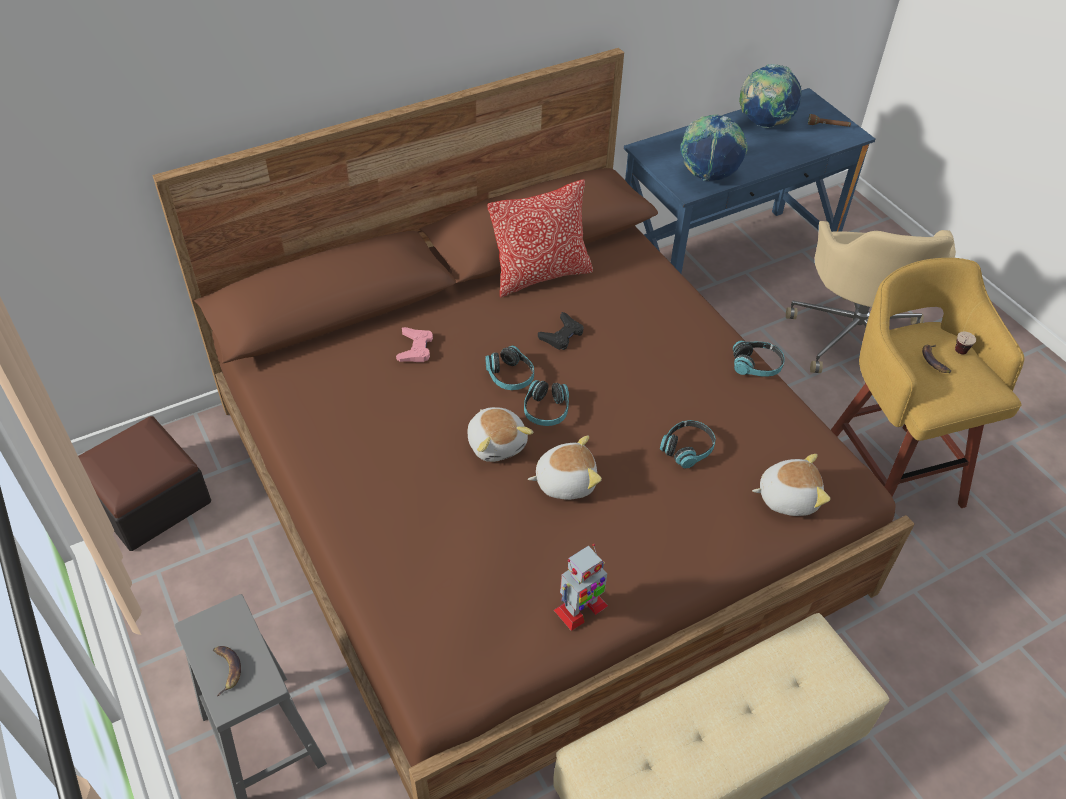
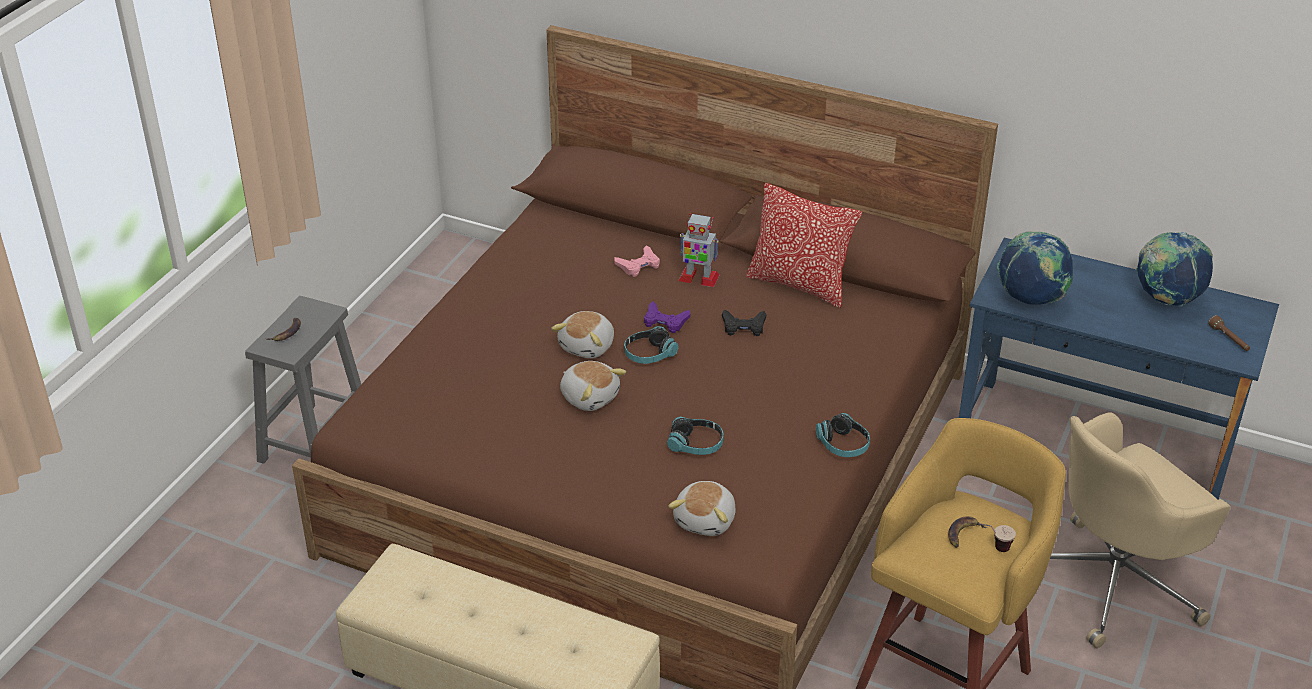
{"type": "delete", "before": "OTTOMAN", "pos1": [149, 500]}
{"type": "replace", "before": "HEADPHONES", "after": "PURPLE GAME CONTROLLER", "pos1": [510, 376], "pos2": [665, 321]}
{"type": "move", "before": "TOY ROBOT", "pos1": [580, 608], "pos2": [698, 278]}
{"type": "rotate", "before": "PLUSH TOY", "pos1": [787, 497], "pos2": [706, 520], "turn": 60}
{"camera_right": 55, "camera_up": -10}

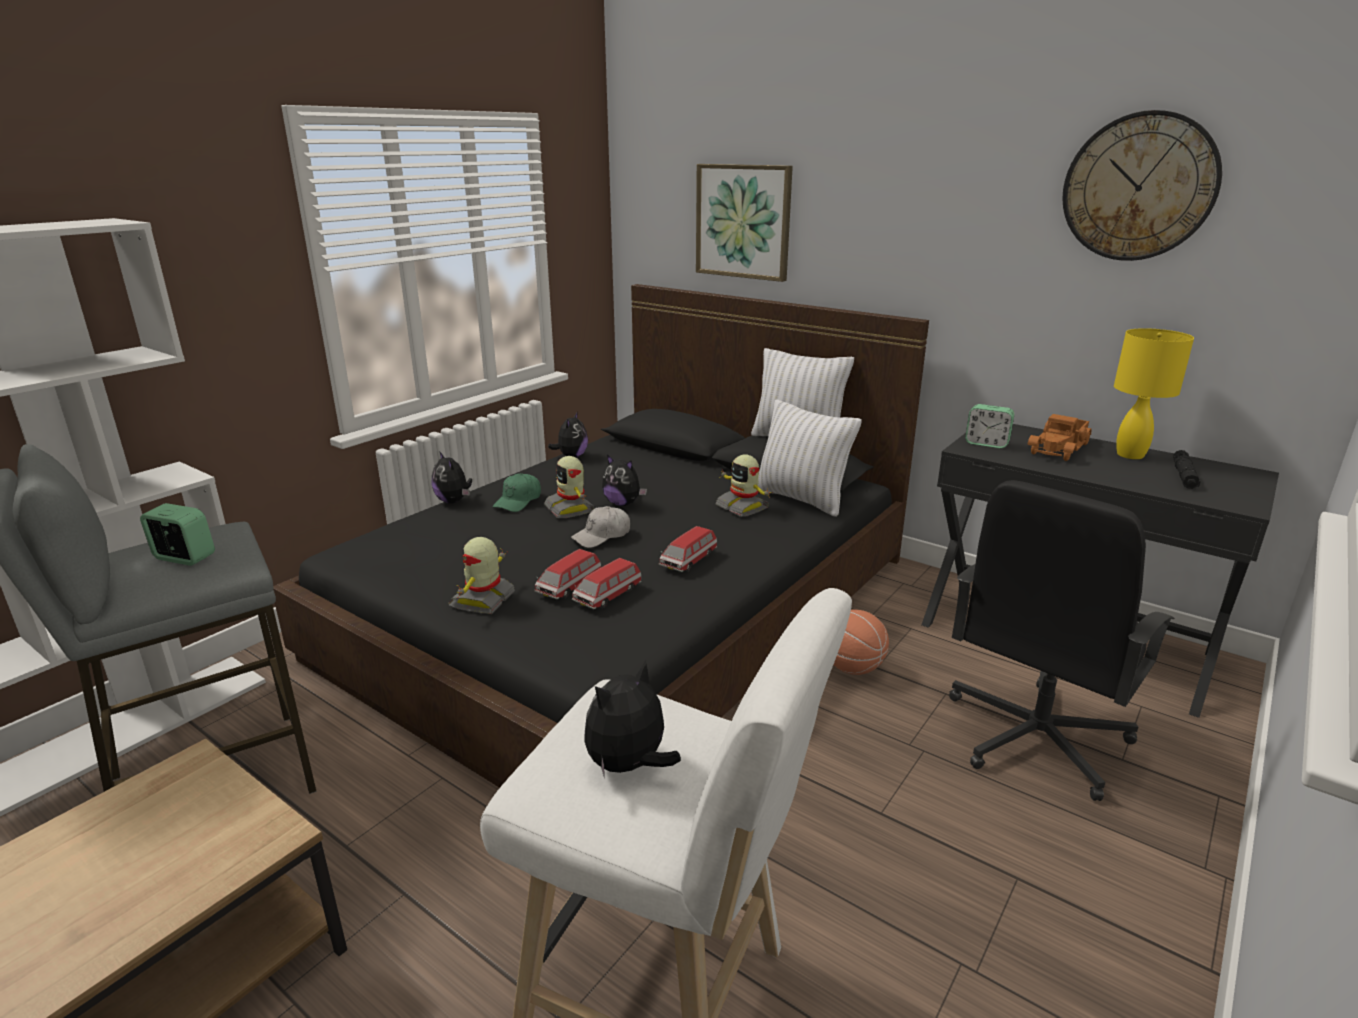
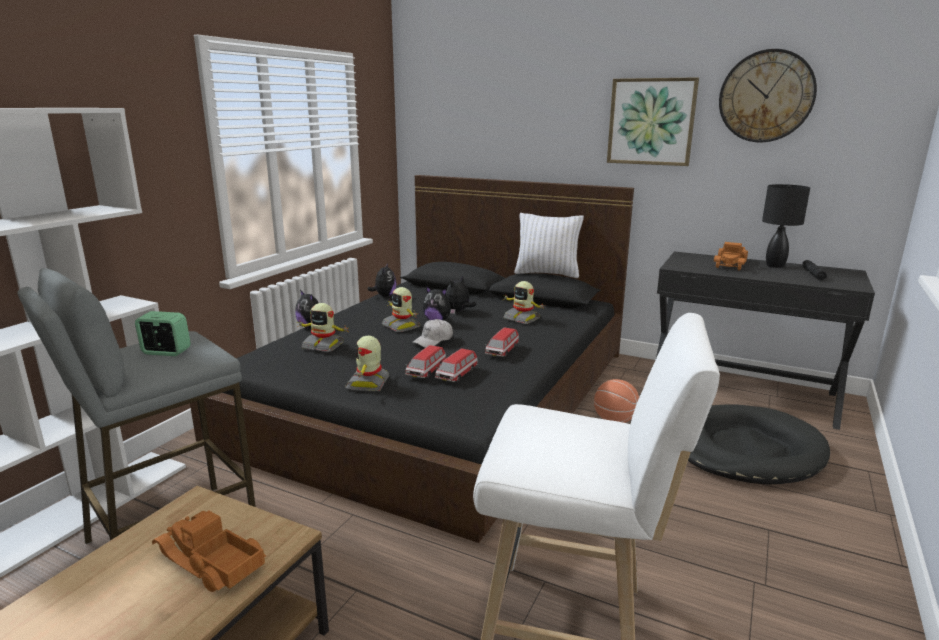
{"type": "delete", "before": "GREEN CAP", "pos1": [518, 501]}
{"type": "move", "before": "PLUSH TOY", "pos1": [629, 766], "pos2": [458, 311]}
{"type": "move", "before": "PICTURE", "pos1": [743, 221], "pos2": [651, 122]}
{"type": "delete", "before": "WHITE PILLOW", "pos1": [801, 499]}
{"type": "replace", "before": "BLACK OFFICE CHAIR", "after": "BLACK DOG BED", "pos1": [1034, 737], "pos2": [746, 450]}
{"type": "delete", "before": "ALARM CLOCK", "pos1": [986, 443]}
{"type": "recolor", "before": "YELLOW TABLE LAMP", "after": "BLACK TABLE LAMP", "pos1": [1130, 455], "pos2": [775, 266]}
{"type": "insert", "after": "TOY TRUCK", "pos2": [210, 562]}
{"type": "insert", "after": "TOY ROBOT", "pos2": [323, 346]}
{"camera_right": -10, "camera_up": -5}

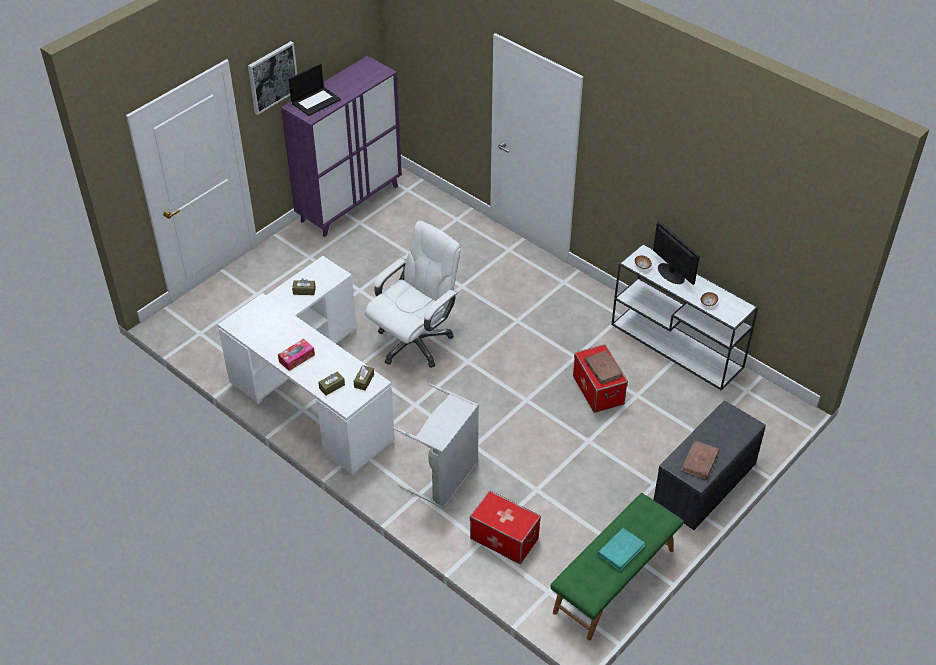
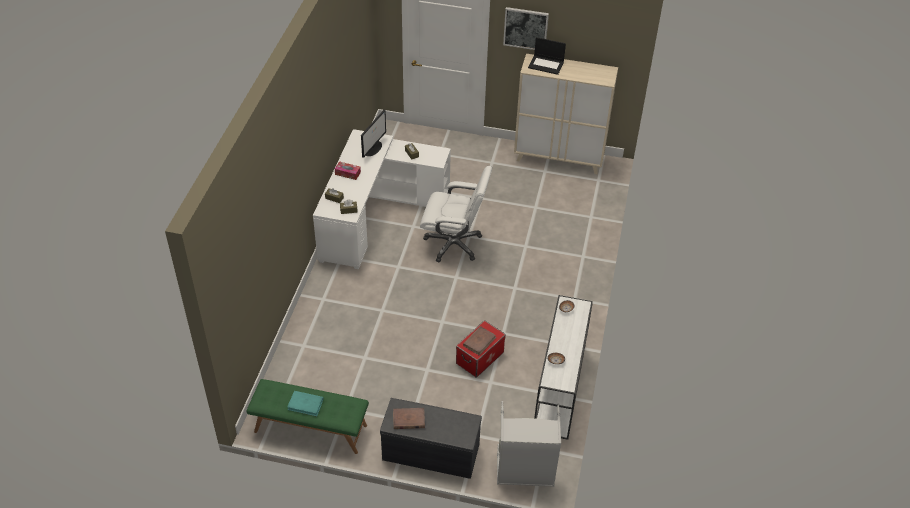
{"type": "recolor", "before": "PURPLE CABINET", "after": "BEIGE CABINET", "pos1": [350, 203], "pos2": [559, 159]}
{"type": "move", "before": "GREY LAUNDRY BASKET", "pos1": [445, 478], "pos2": [525, 472]}
{"type": "delete", "before": "STORAGE BOX", "pos1": [504, 538]}
{"type": "move", "before": "MONITOR", "pos1": [670, 273], "pos2": [373, 148]}
{"camera_right": 60, "camera_up": 0}

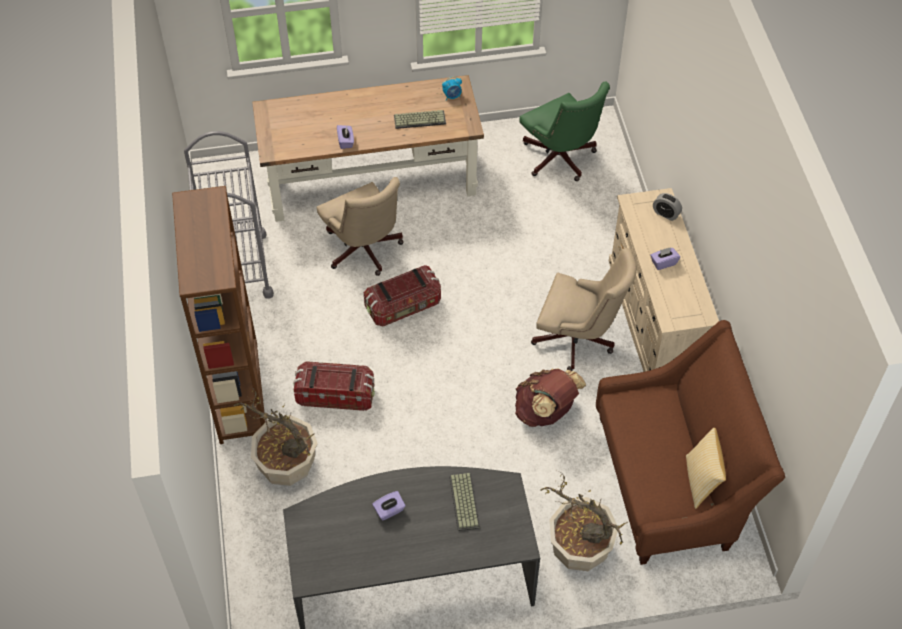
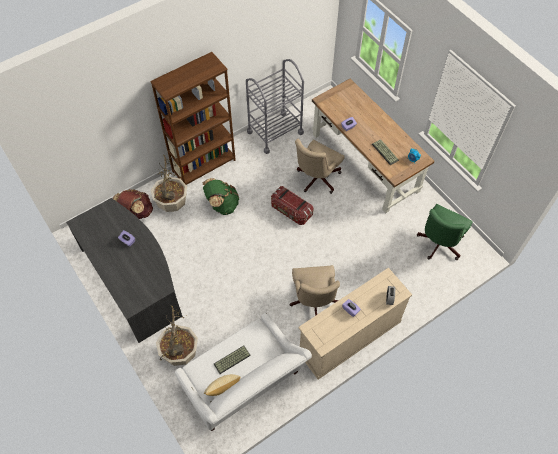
{"type": "replace", "before": "STORAGE BOX", "after": "GREEN BACKPACK", "pos1": [335, 395], "pos2": [222, 205]}
{"type": "move", "before": "KEYBOARD", "pos1": [465, 502], "pos2": [232, 360]}
{"type": "move", "before": "BROWN BACKPACK", "pos1": [545, 412], "pos2": [136, 212]}
{"type": "recolor", "before": "BROWN SOFA", "after": "WHITE SOFA", "pos1": [672, 480], "pos2": [244, 385]}
{"camera_right": 65, "camera_up": 5}

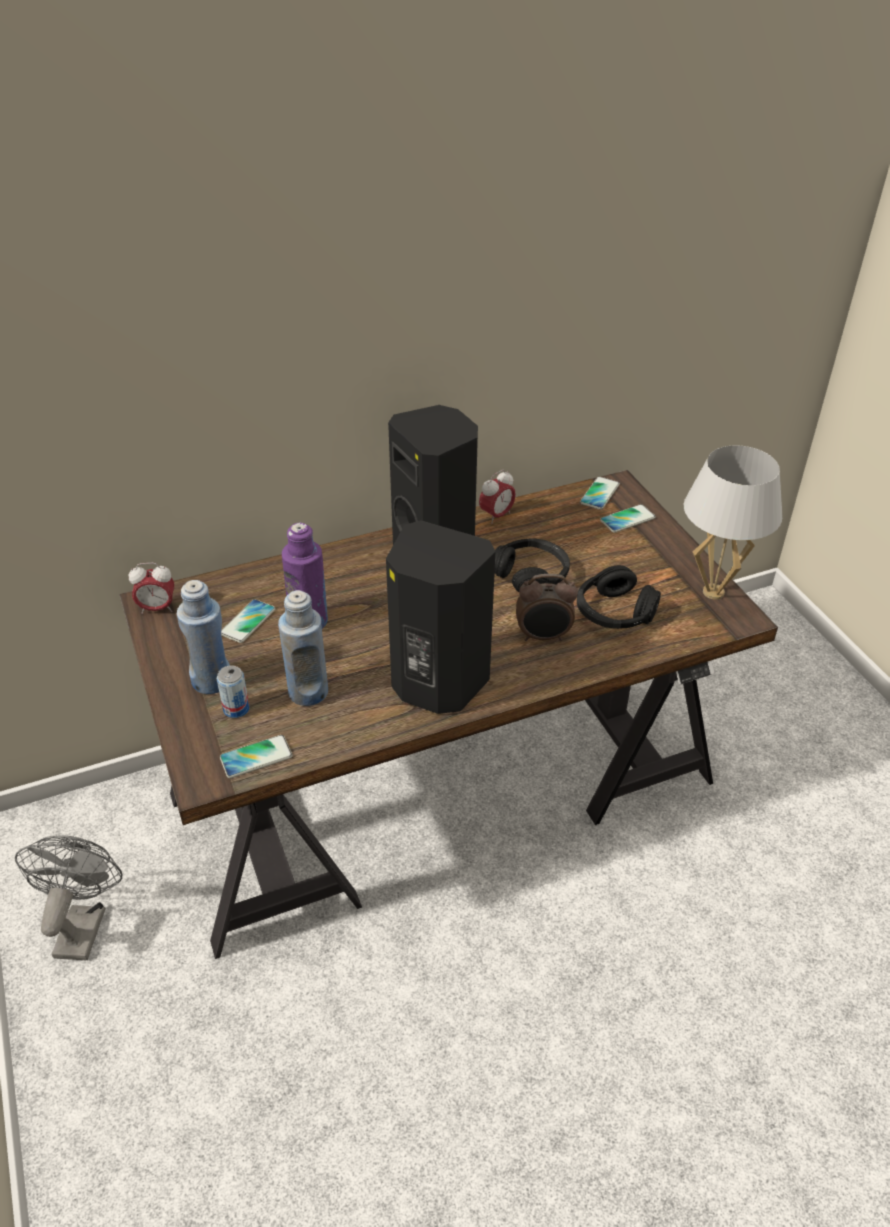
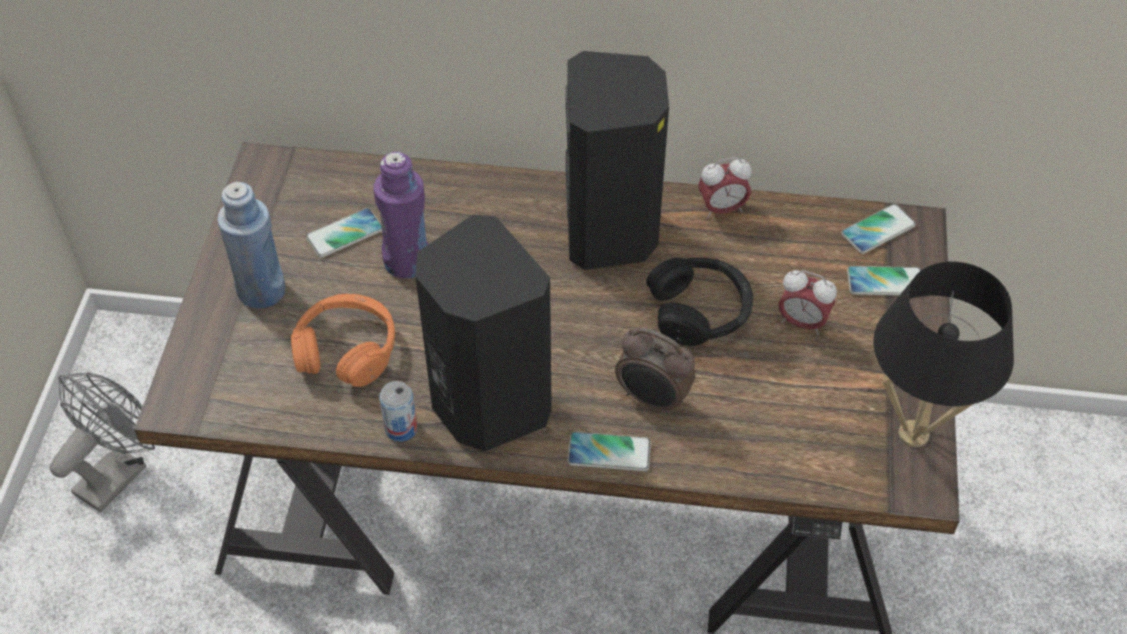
{"type": "move", "before": "ALARM CLOCK", "pos1": [157, 608], "pos2": [802, 322]}
{"type": "move", "before": "CAN", "pos1": [236, 709], "pos2": [401, 428]}
{"type": "move", "before": "PHONE", "pos1": [256, 757], "pos2": [609, 452]}
{"type": "replace", "before": "BLUE BOTTLE", "after": "ORANGE HEADPHONES", "pos1": [308, 691], "pos2": [347, 350]}
{"type": "delete", "before": "BLACK HEADPHONES", "pos1": [614, 612]}
{"type": "recolor", "before": "WHITE TABLE LAMP", "after": "BLACK TABLE LAMP", "pos1": [713, 592], "pos2": [913, 434]}
{"camera_right": 30, "camera_up": 10}

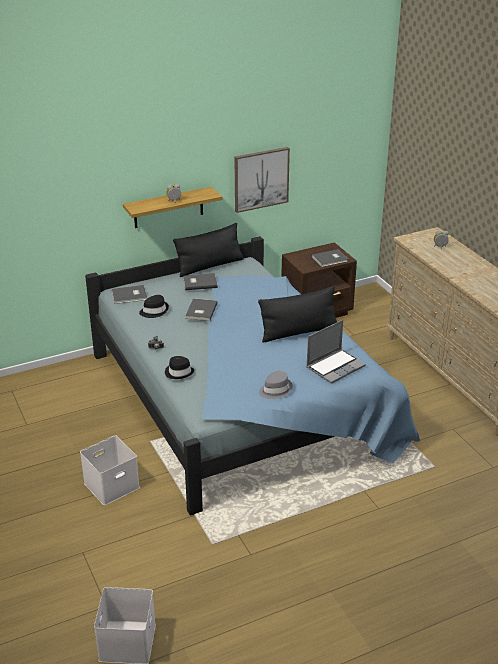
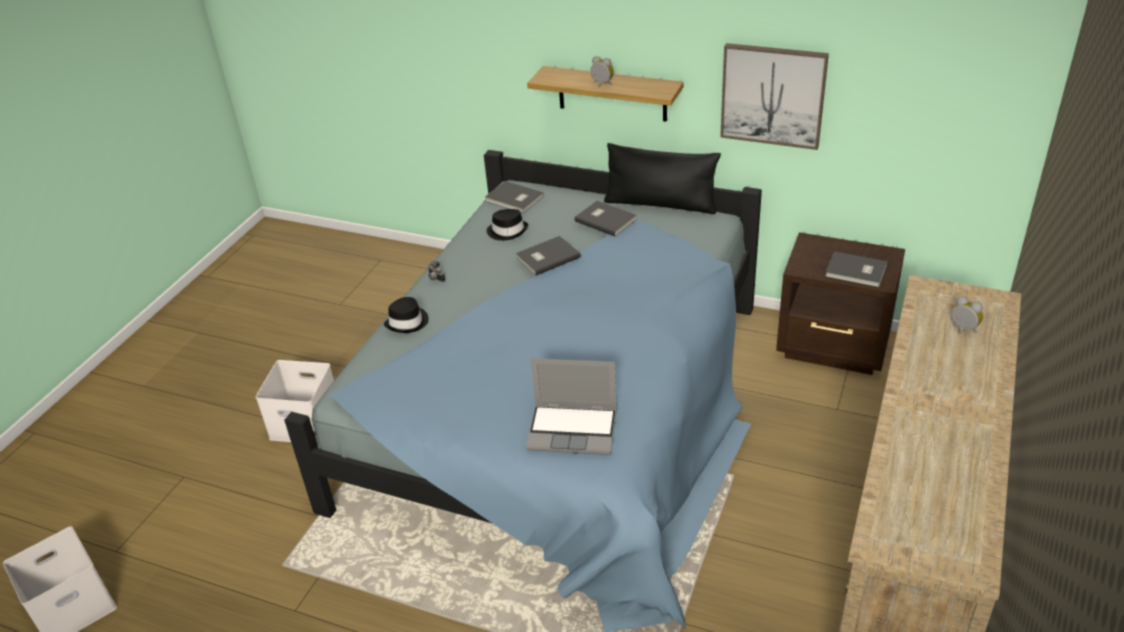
{"type": "delete", "before": "BLACK PILLOW", "pos1": [298, 332]}
{"type": "delete", "before": "GREY HAT", "pos1": [275, 390]}
{"camera_right": 50, "camera_up": 5}

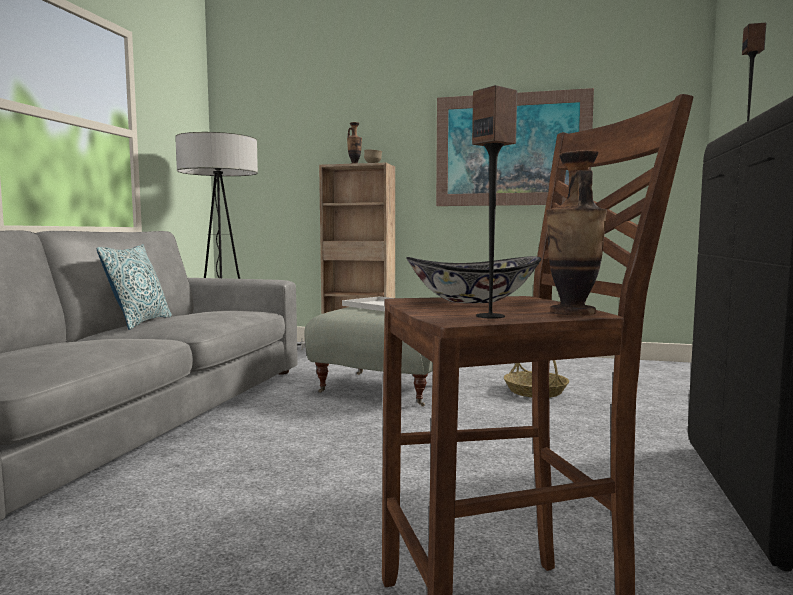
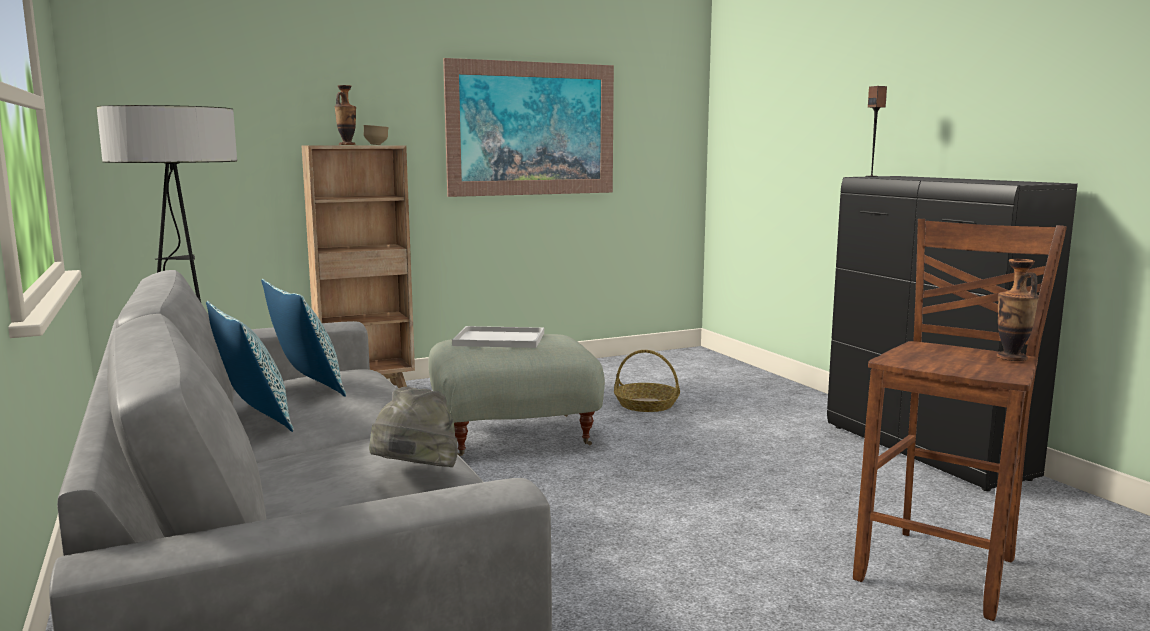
{"type": "delete", "before": "BOWL", "pos1": [473, 301]}
{"type": "delete", "before": "SPEAKER", "pos1": [491, 316]}
{"type": "insert", "after": "PILLOW", "pos2": [307, 386]}
{"type": "insert", "after": "GREY HAT", "pos2": [414, 476]}
{"camera_right": -40, "camera_up": 5}

